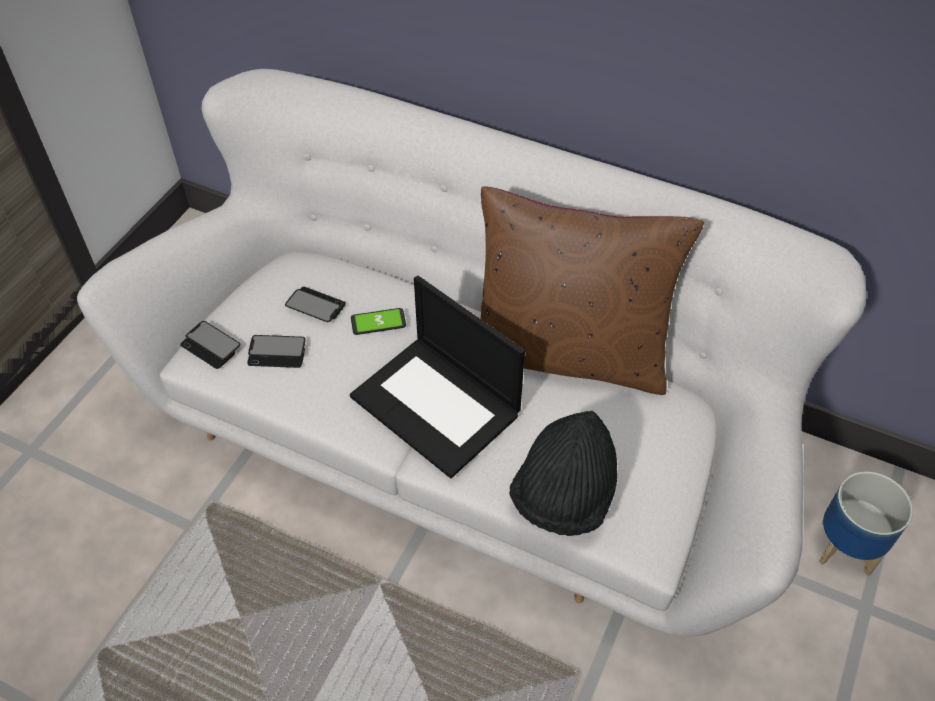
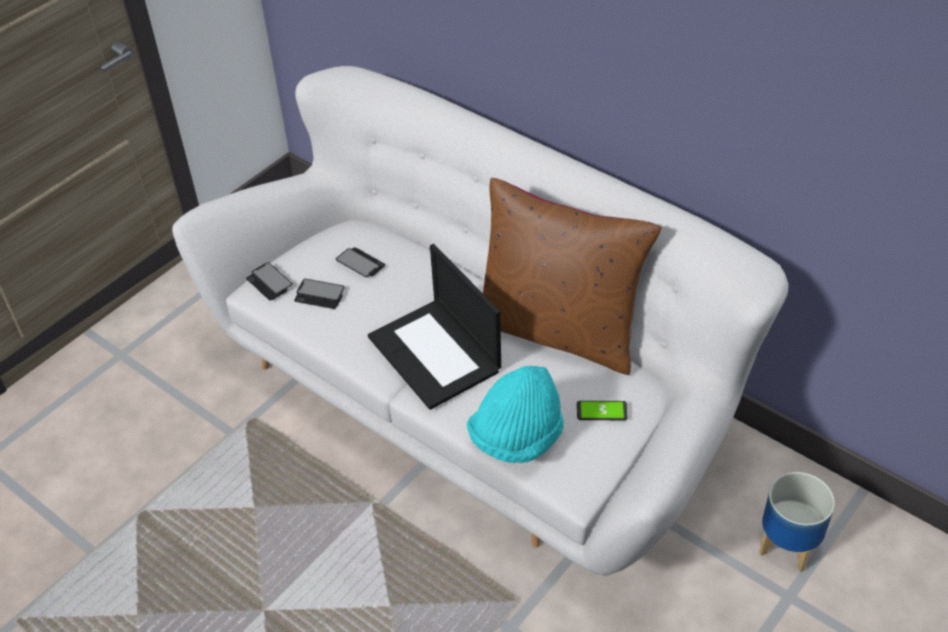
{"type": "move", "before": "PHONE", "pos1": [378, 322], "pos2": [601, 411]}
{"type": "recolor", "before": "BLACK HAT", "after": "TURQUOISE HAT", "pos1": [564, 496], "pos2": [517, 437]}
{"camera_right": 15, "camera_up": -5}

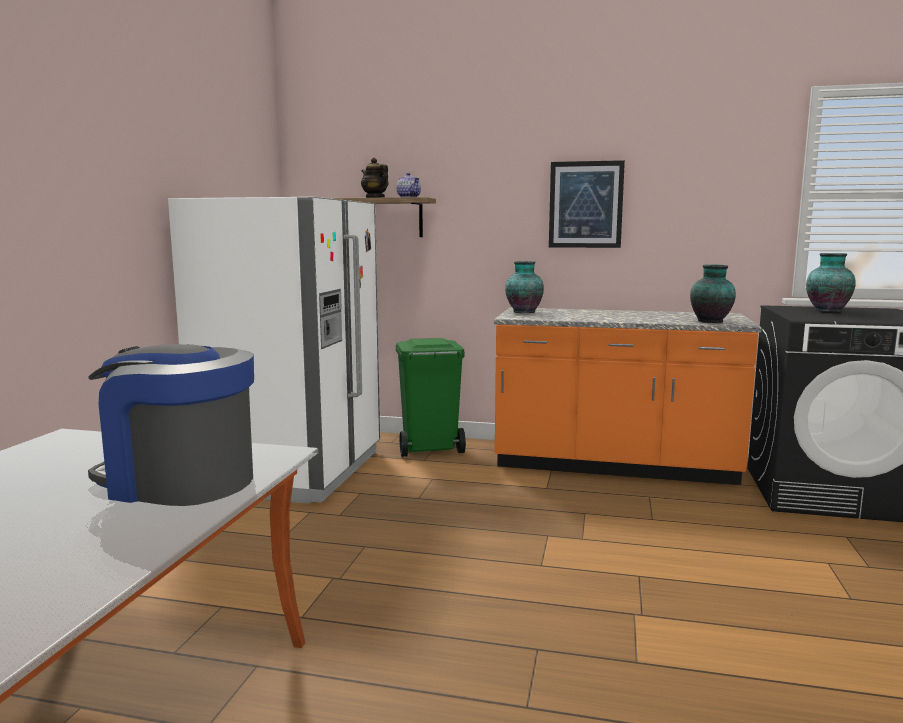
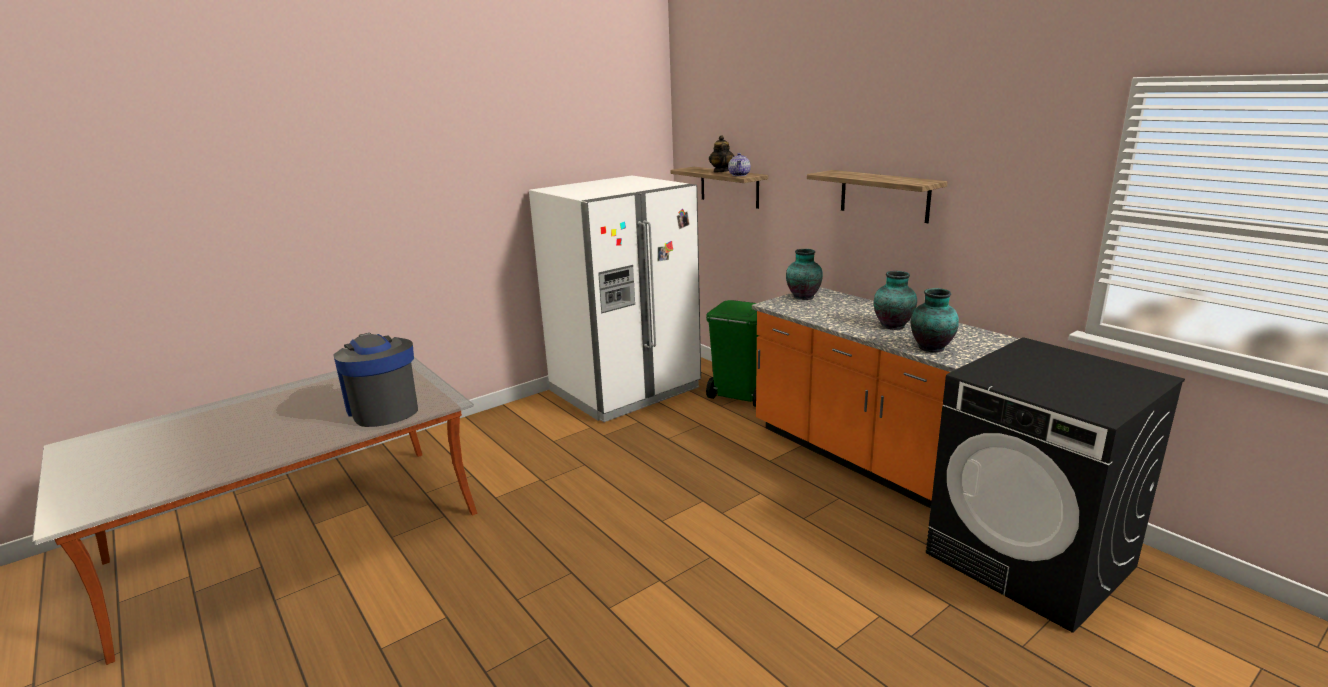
{"type": "replace", "before": "PICTURE", "after": "SHELF", "pos1": [585, 205], "pos2": [884, 195]}
{"type": "move", "before": "VASE", "pos1": [827, 310], "pos2": [893, 325]}
{"camera_right": 40, "camera_up": 10}

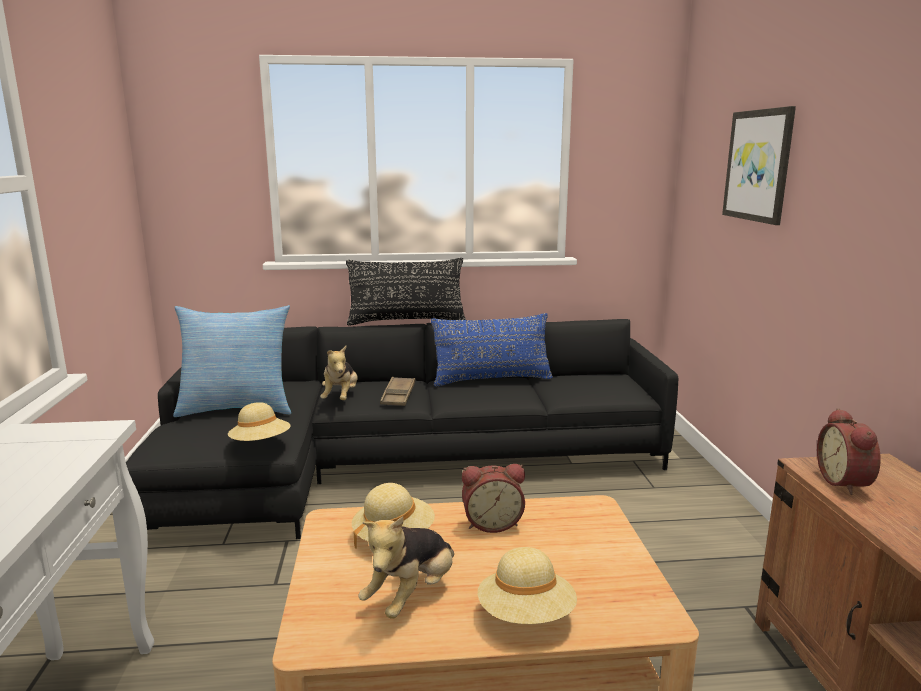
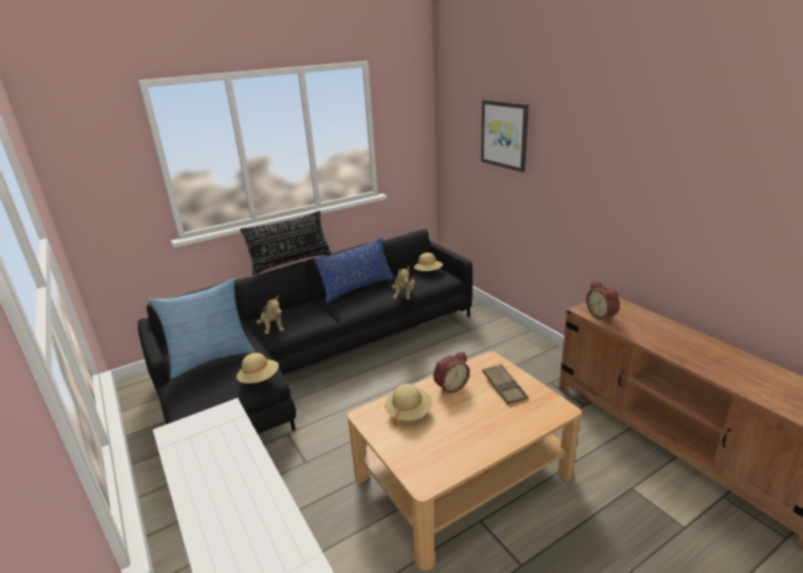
{"type": "move", "before": "PLUSH TOY", "pos1": [411, 595], "pos2": [404, 295]}
{"type": "move", "before": "BROWN TRAY", "pos1": [398, 395], "pos2": [504, 387]}
{"type": "move", "before": "BEIGE HAT", "pos1": [526, 615], "pos2": [428, 272]}
{"camera_right": -25, "camera_up": 10}

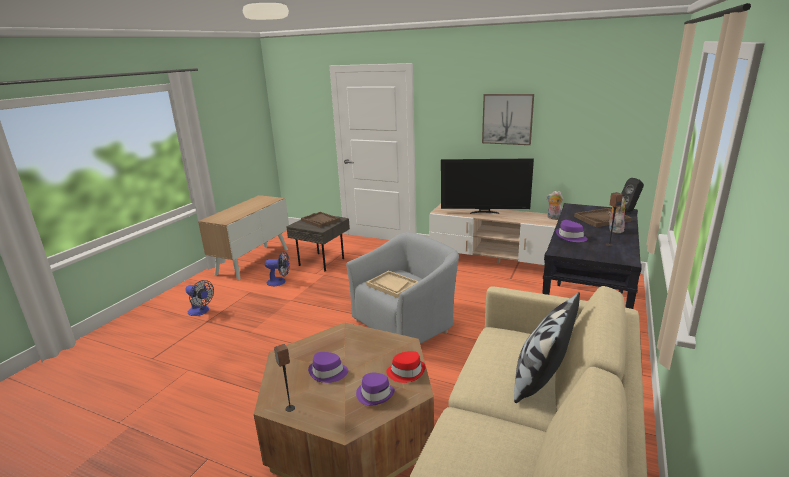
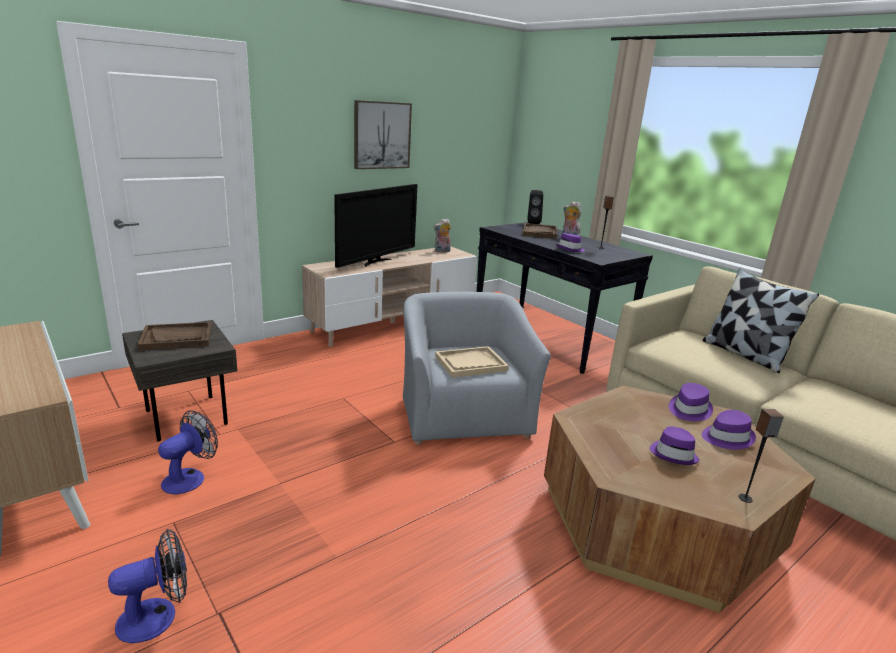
{"type": "recolor", "before": "RED HAT", "after": "PURPLE HAT", "pos1": [406, 372], "pos2": [688, 410]}
{"camera_right": -65, "camera_up": 0}

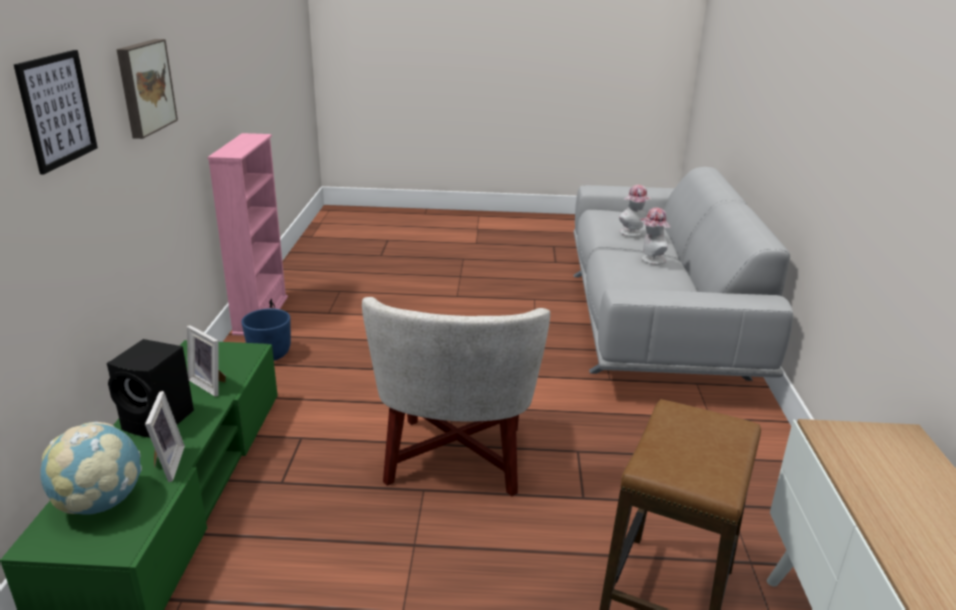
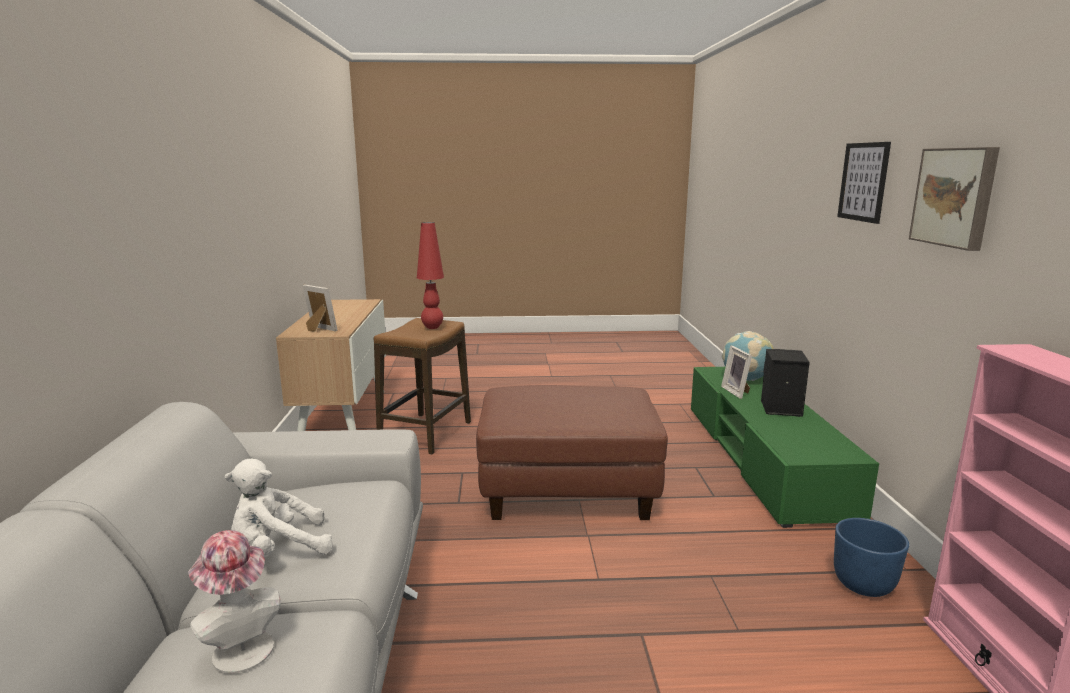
{"type": "move", "before": "PICTURE FRAME", "pos1": [210, 384], "pos2": [319, 330]}
{"type": "replace", "before": "WHITE ARMCHAIR", "after": "BROWN OTTOMAN", "pos1": [455, 457], "pos2": [568, 491]}
{"type": "replace", "before": "HAT", "after": "WHITE PLUSH TOY", "pos1": [650, 260], "pos2": [278, 550]}
{"type": "insert", "after": "RED TABLE LAMP", "pos2": [432, 327]}
{"camera_right": 175, "camera_up": -10}

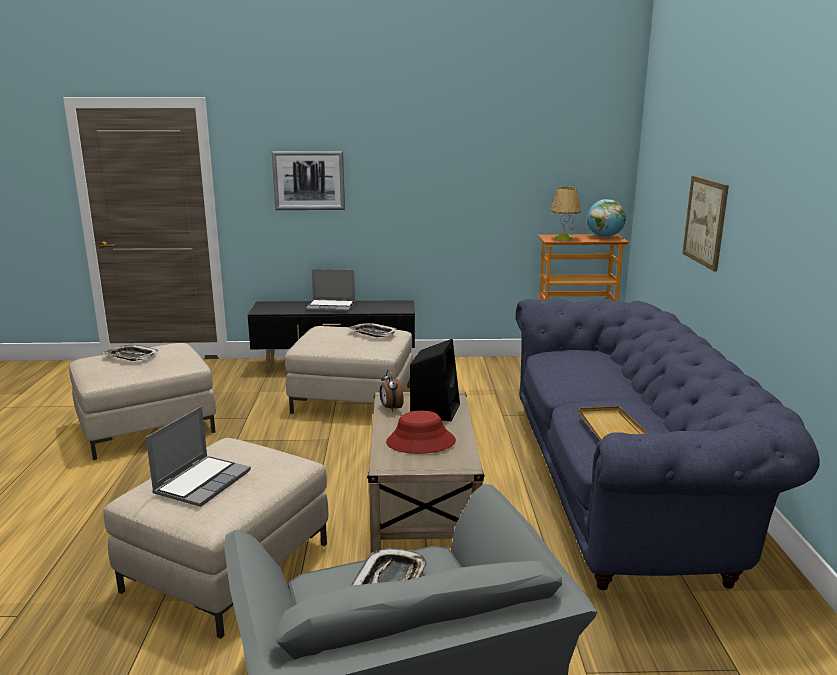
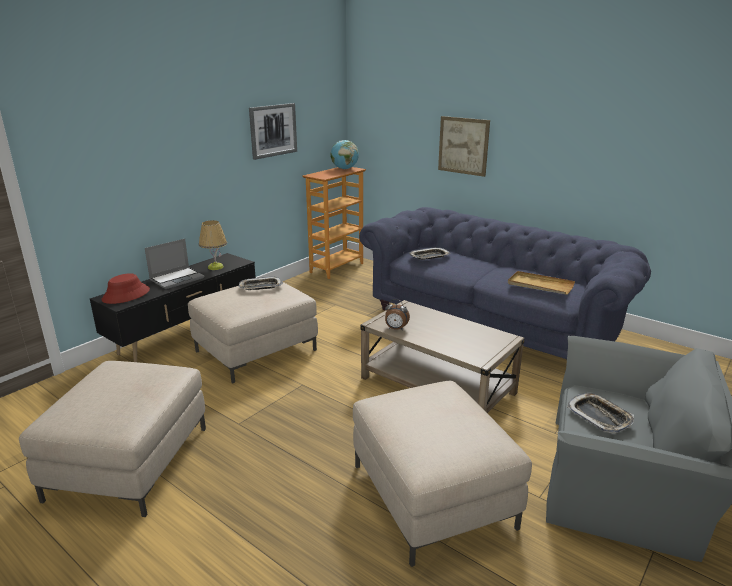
{"type": "move", "before": "TRAY", "pos1": [131, 356], "pos2": [429, 257]}
{"type": "delete", "before": "LAPTOP", "pos1": [202, 482]}
{"type": "move", "before": "PICTURE", "pos1": [309, 180], "pos2": [273, 130]}
{"type": "move", "before": "RED HAT", "pos1": [420, 442], "pos2": [126, 295]}
{"type": "delete", "before": "BLACK SPEAKER", "pos1": [435, 410]}
{"type": "move", "before": "TABLE LAMP", "pos1": [563, 239], "pos2": [215, 267]}
{"camera_right": -50, "camera_up": 5}

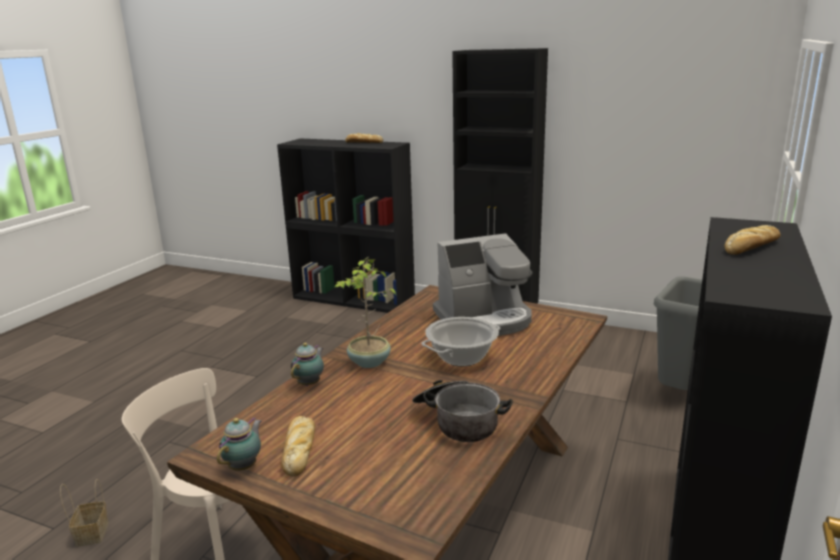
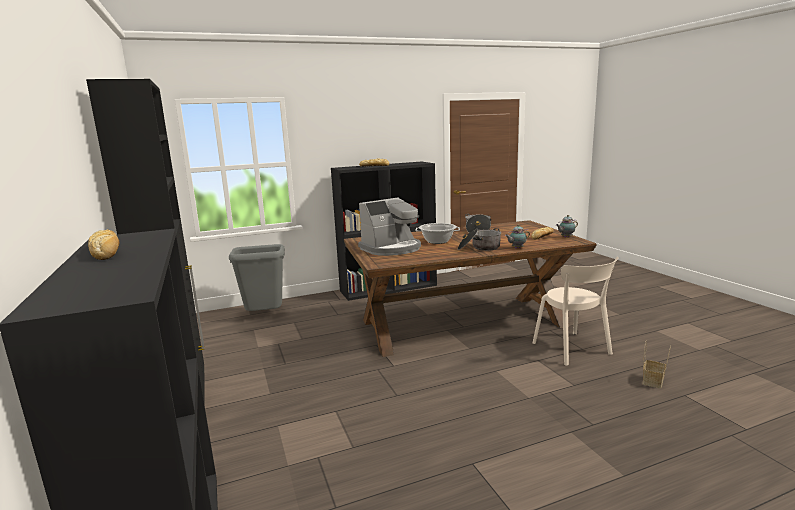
{"type": "replace", "before": "POTTED PLANT", "after": "COOKING POT", "pos1": [369, 363], "pos2": [479, 248]}
{"type": "rotate", "before": "COFFEE MACHINE", "pos1": [484, 319], "pos2": [391, 248], "turn": 120}
{"camera_right": -135, "camera_up": -5}

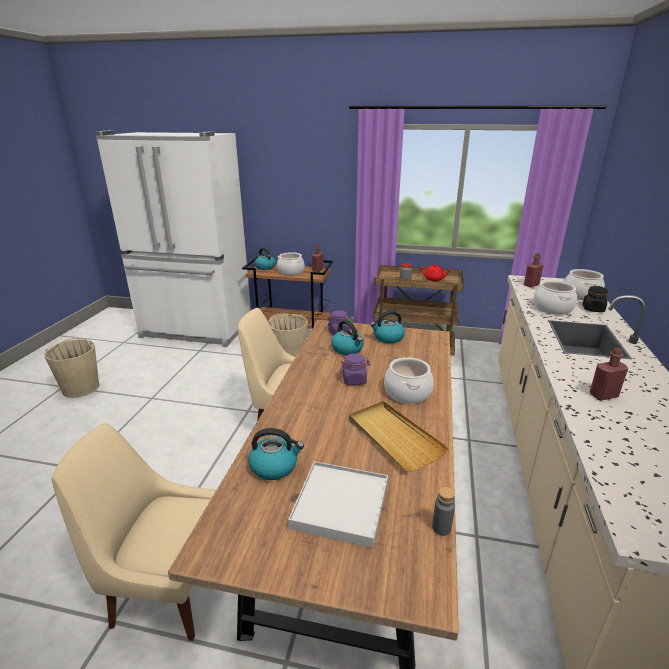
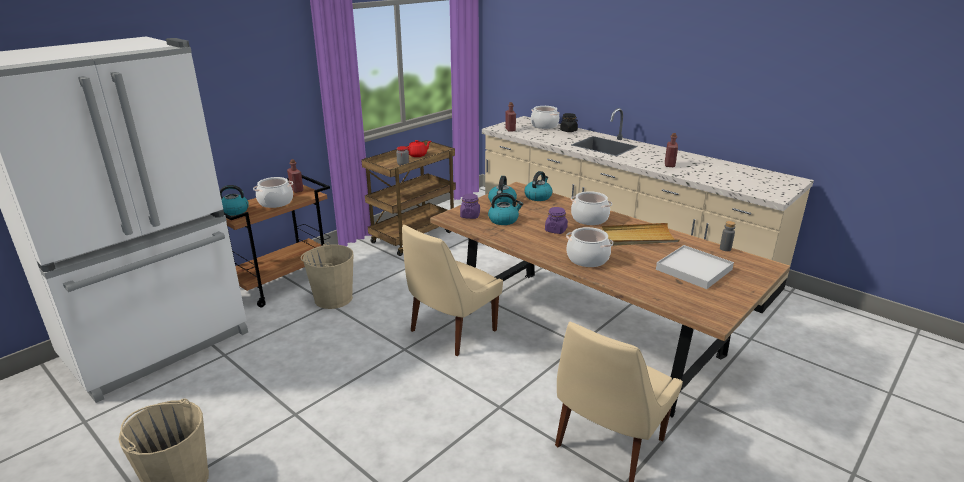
{"type": "move", "before": "KETTLE", "pos1": [275, 466], "pos2": [538, 196]}
{"type": "move", "before": "COOKING POT", "pos1": [552, 308], "pos2": [587, 259]}
{"camera_right": -60, "camera_up": 0}

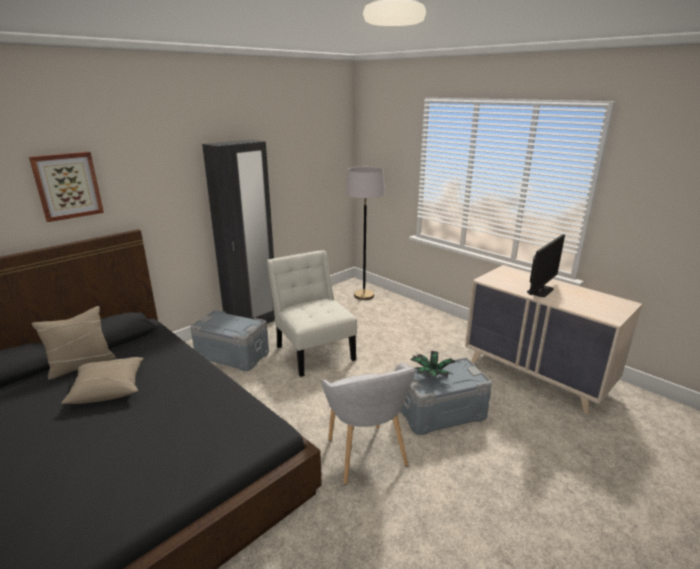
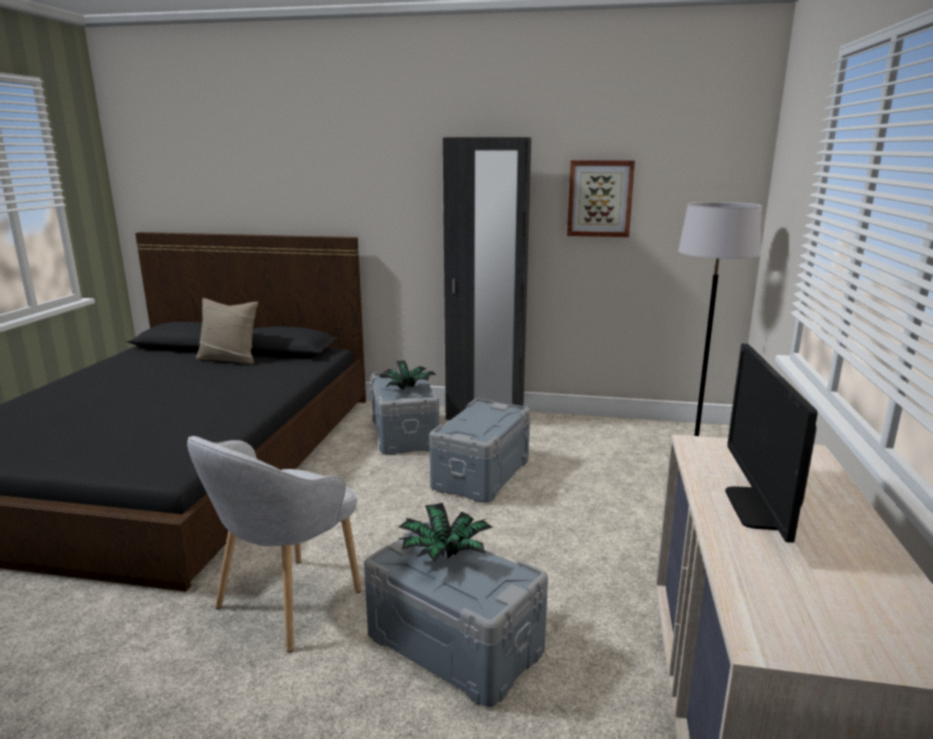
{"type": "move", "before": "PICTURE", "pos1": [67, 186], "pos2": [600, 198]}
{"type": "delete", "before": "BEIGE PILLOW", "pos1": [108, 389]}
{"type": "replace", "before": "WHITE CHAIR", "after": "GREY STORAGE BOX", "pos1": [313, 351], "pos2": [482, 474]}
{"type": "rotate", "before": "MONITOR", "pos1": [540, 290], "pos2": [759, 508], "turn": 90}
{"type": "insert", "after": "POTTED PLANT", "pos2": [408, 389]}
{"camera_right": 55, "camera_up": -5}

